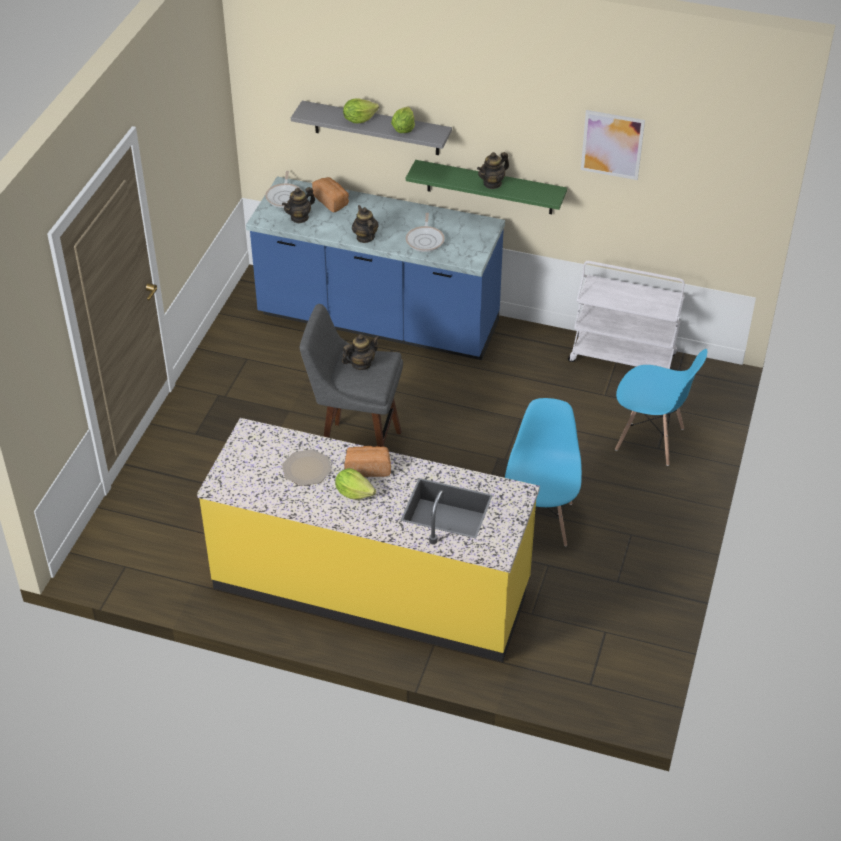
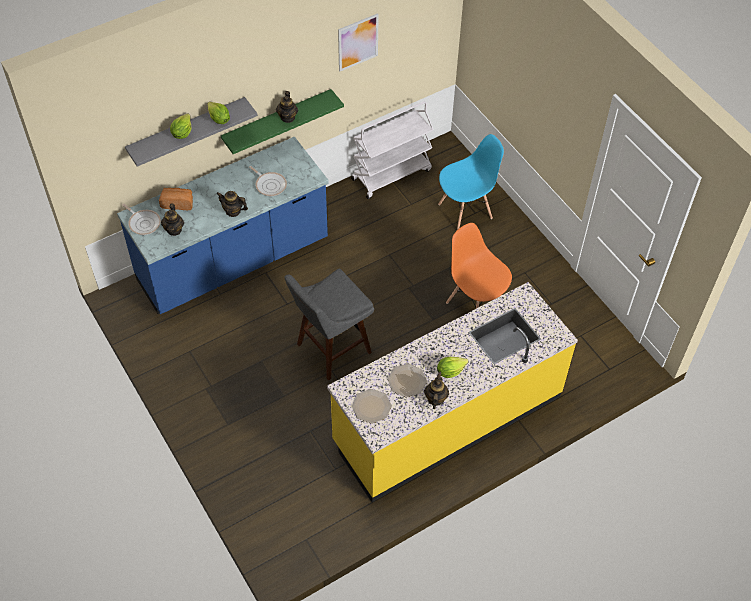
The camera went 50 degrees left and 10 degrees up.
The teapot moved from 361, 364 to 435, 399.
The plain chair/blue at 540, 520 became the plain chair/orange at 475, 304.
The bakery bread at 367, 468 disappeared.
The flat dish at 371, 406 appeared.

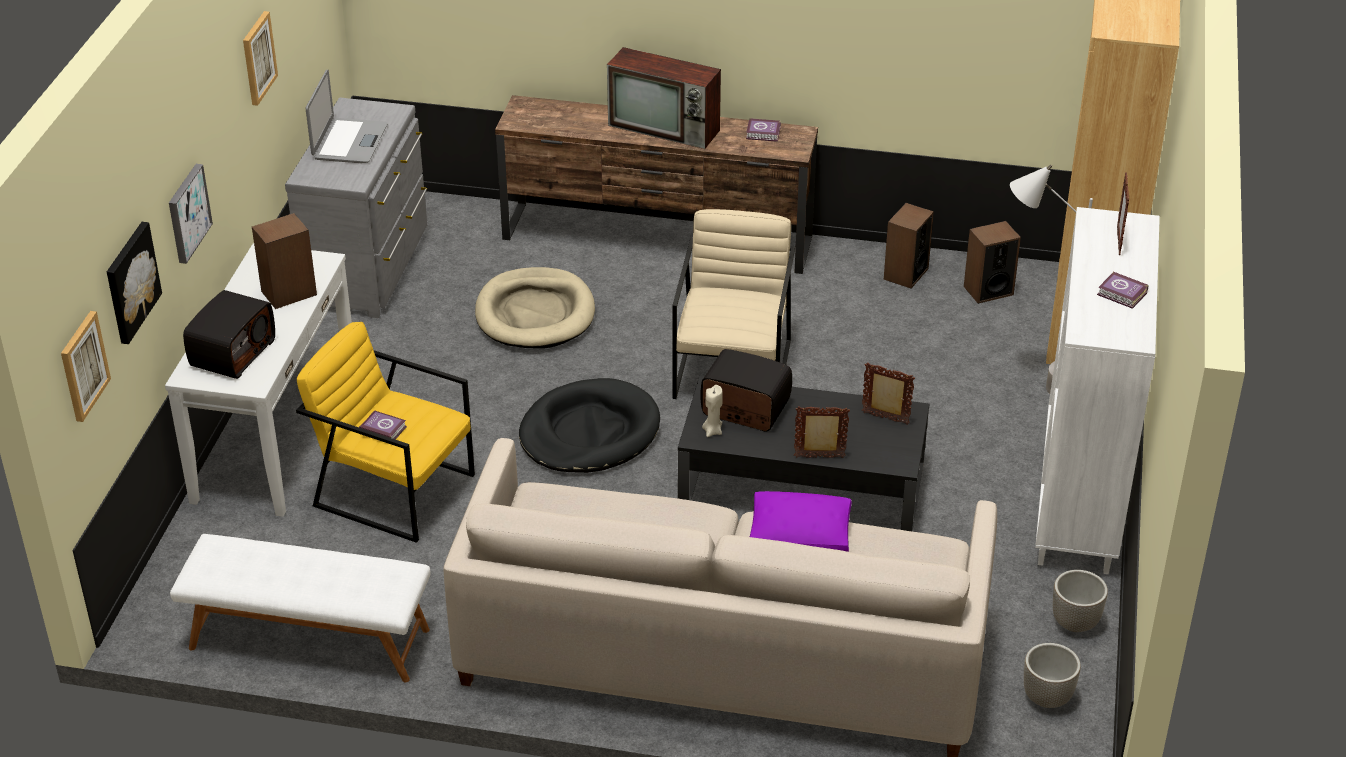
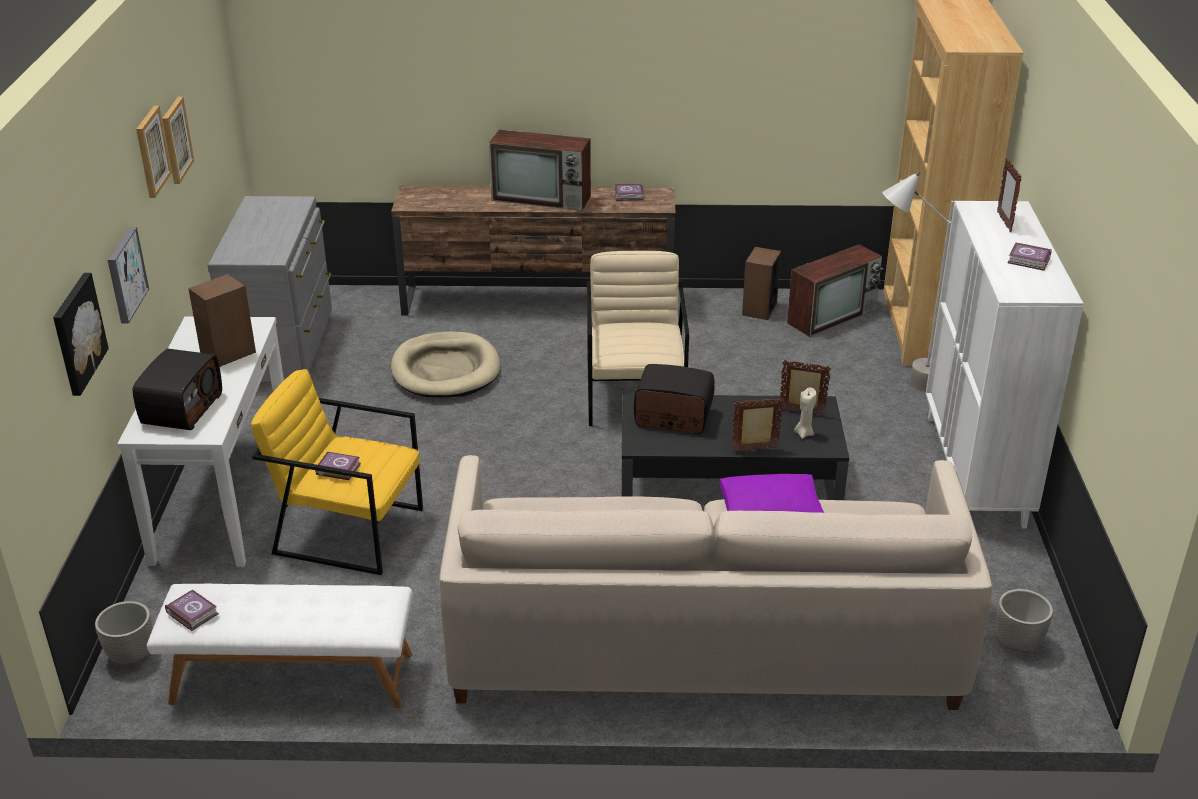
The camera went 10 degrees left and 5 degrees down.
The portable computer at 349, 142 disappeared.
The loudspeaker at 988, 290 was replaced by the TV at 832, 315.
The picture moved from 83, 366 to 151, 151.
The pet bed/black at 589, 432 disappeared.
The wax candle/beige-coloured moved from 712, 431 to 804, 433.
The flower pot moved from 1074, 623 to 131, 655.
The book at 192, 612 appeared.

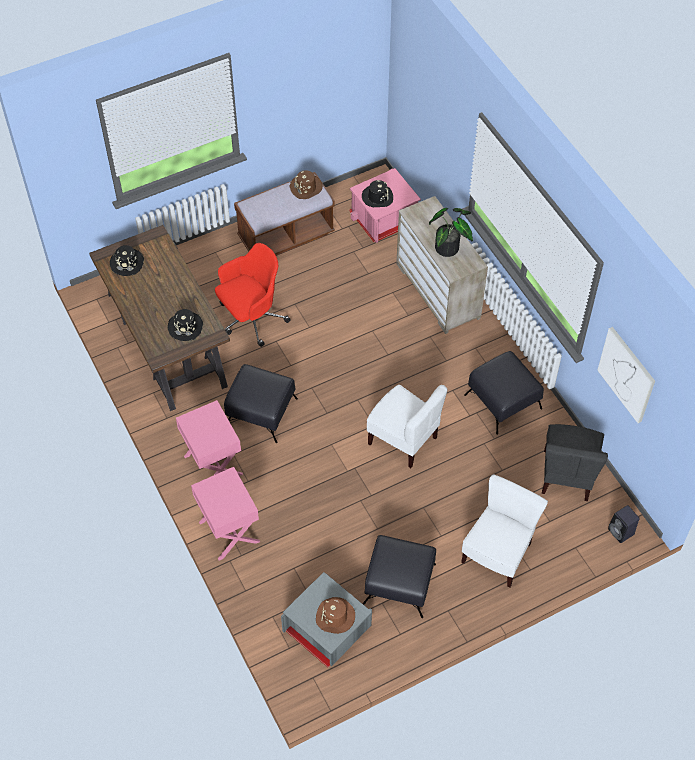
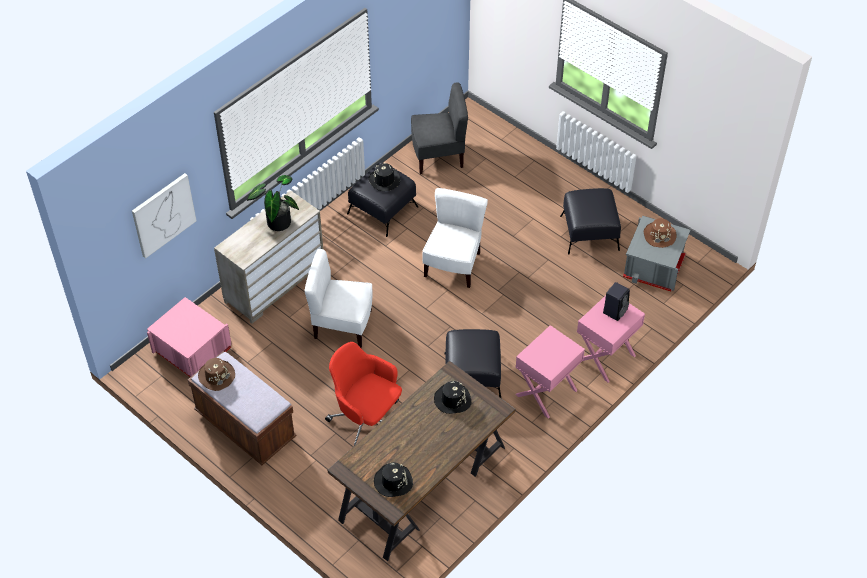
The camera went 110 degrees left and 5 degrees down.
The hat/black moved from 377, 197 to 384, 180.
The picture moved from 627, 374 to 163, 215.
The plain chair/white-coloured moved from 497, 554 to 342, 325.
The loudspeaker/black moved from 621, 532 to 615, 310.

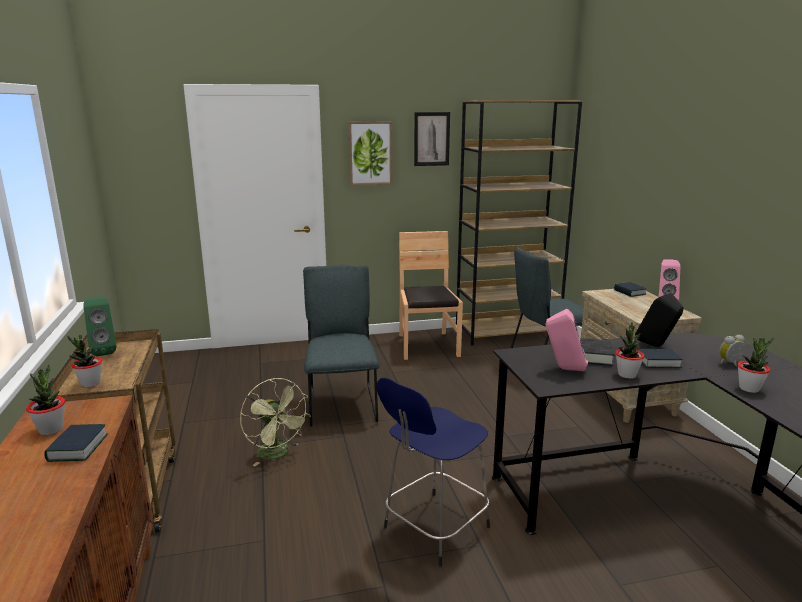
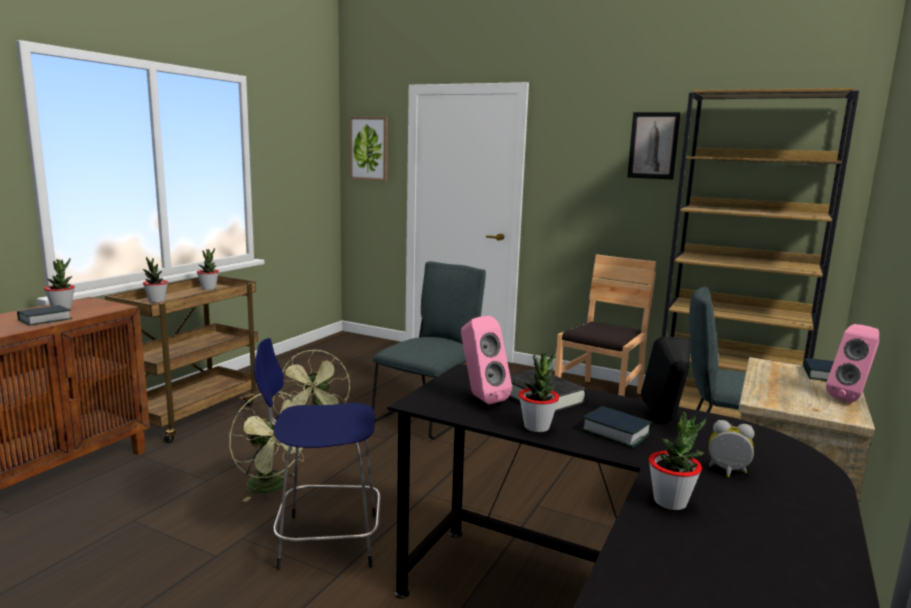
The camera went 40 degrees right and 5 degrees down.
The picture moved from 370, 153 to 369, 148.
The loudspeaker/green-coloured at 104, 351 was replaced by the houseplant at 208, 288.
The cooling fan/green-coloured at 272, 487 appeared.

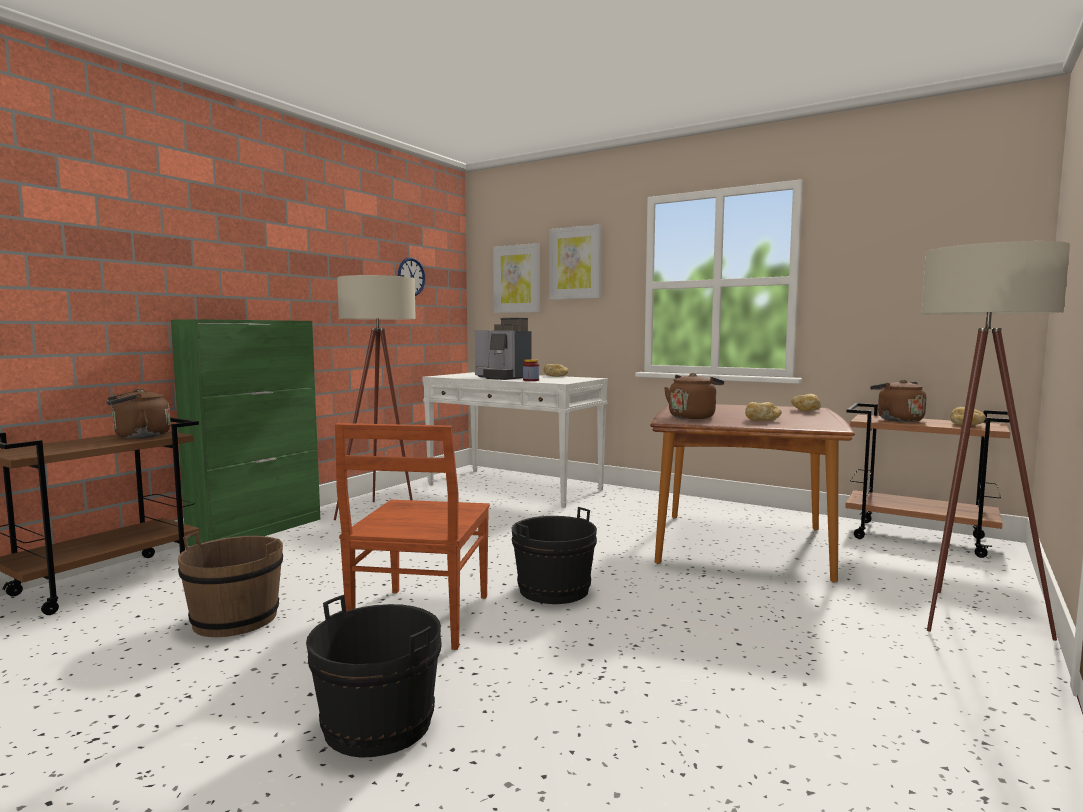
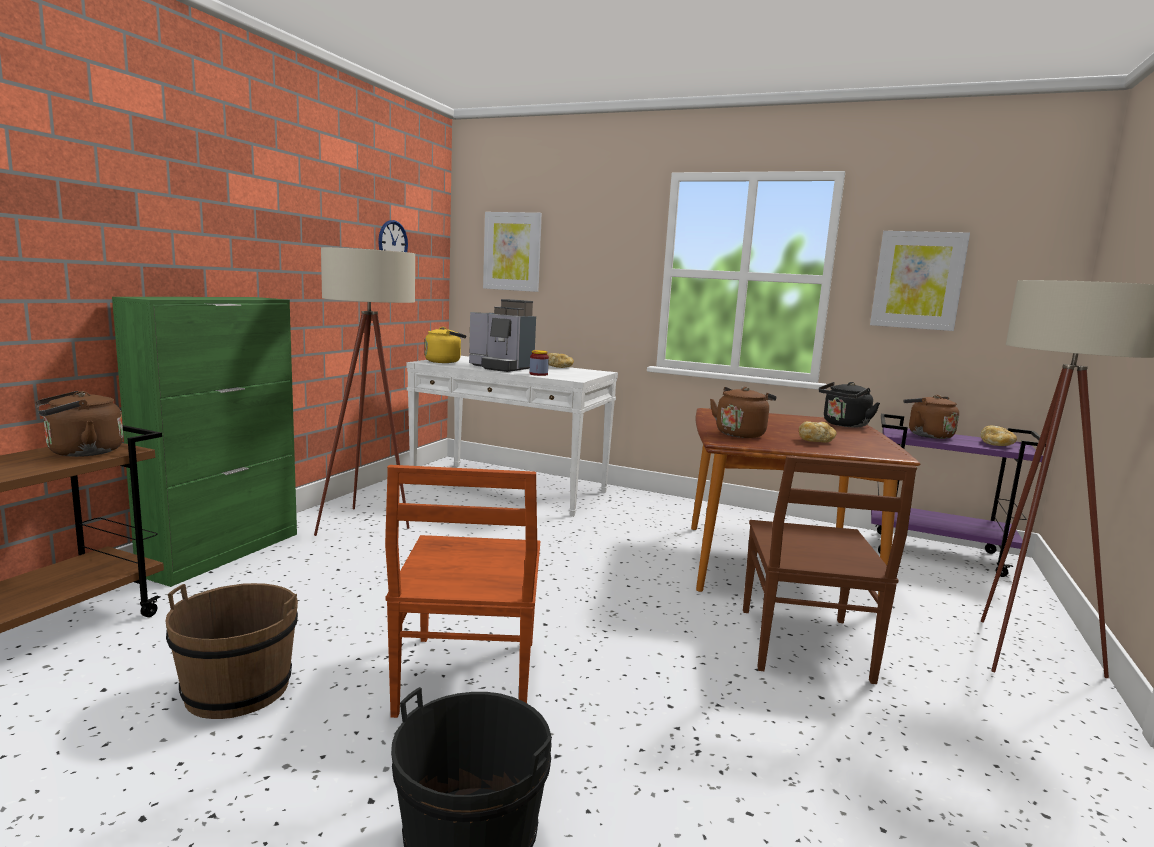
The camera went 10 degrees left and 5 degrees up.
The picture moved from 575, 263 to 917, 280.
The bakery bread at 806, 410 was replaced by the kettle/black at 844, 425.
The cart/brownish at 920, 538 became the cart/purple-coloured at 938, 553.
The bucket/black at 554, 590 disappeared.
The kettle/yellowish at 445, 361 appeared.
The plain chair/brownish at 803, 646 appeared.

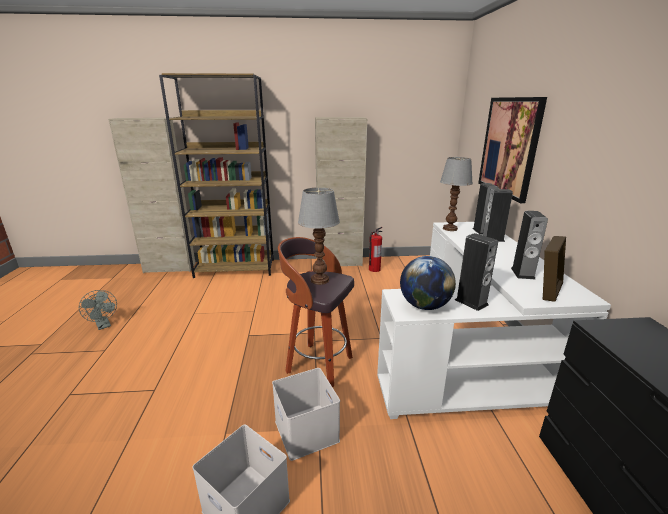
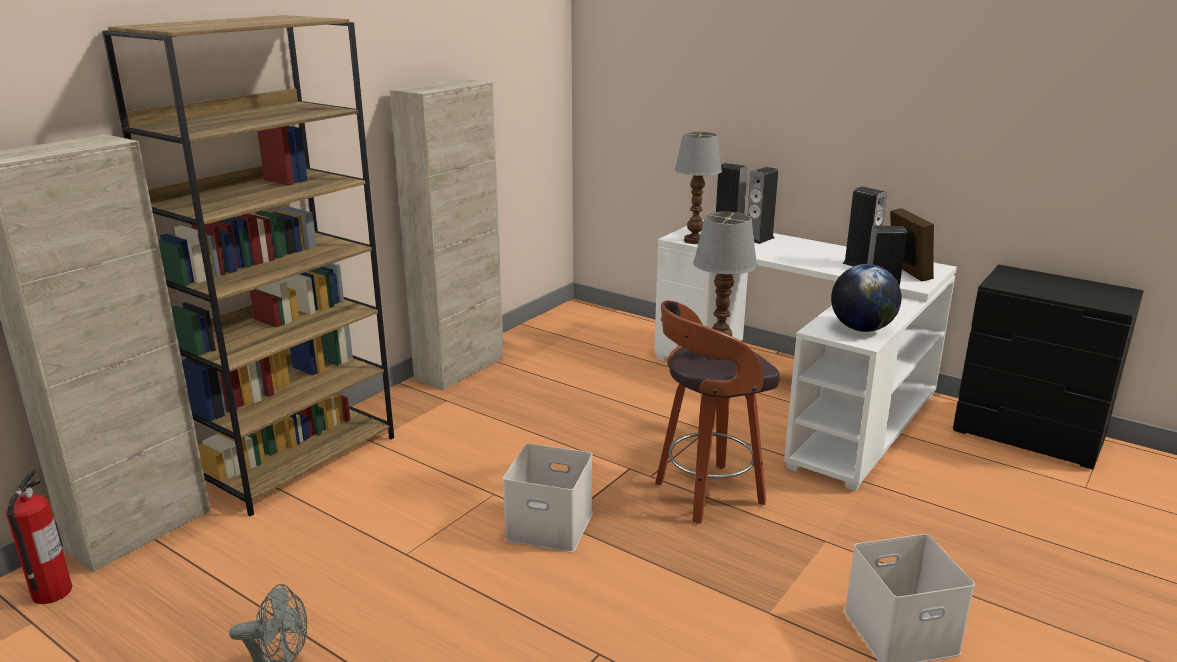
The camera went 50 degrees left and 0 degrees up.
The picture at 509, 147 disappeared.
The fire extinguisher moved from 374, 269 to 51, 593.
The storage container/white-coloured moved from 308, 431 to 551, 525.

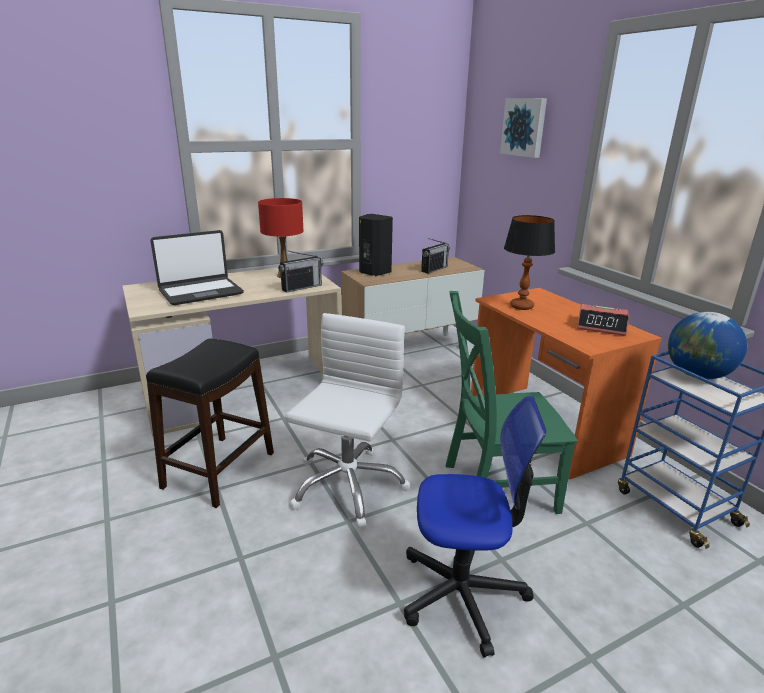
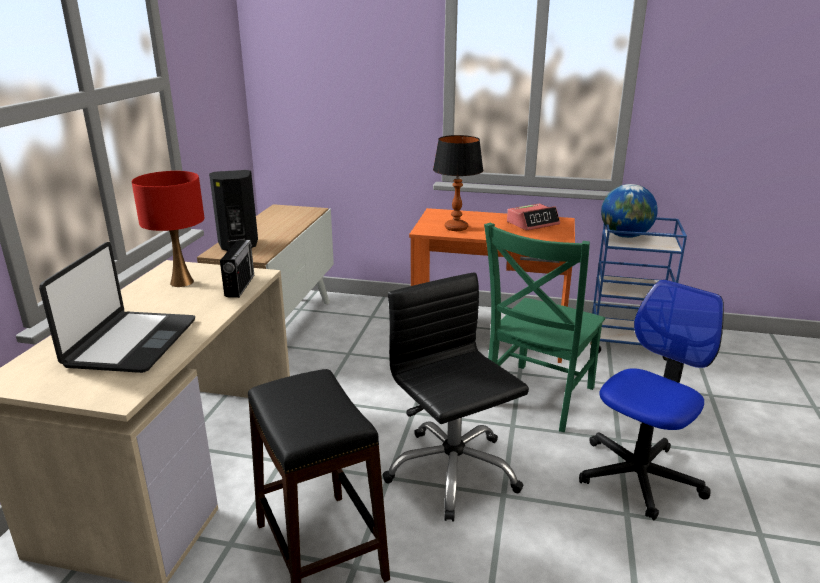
The camera went 50 degrees left and 0 degrees up.
The picture at 524, 127 disappeared.
The radio receiver at 434, 269 disappeared.
The office chair/white-coloured at 347, 485 became the office chair/black at 452, 471.

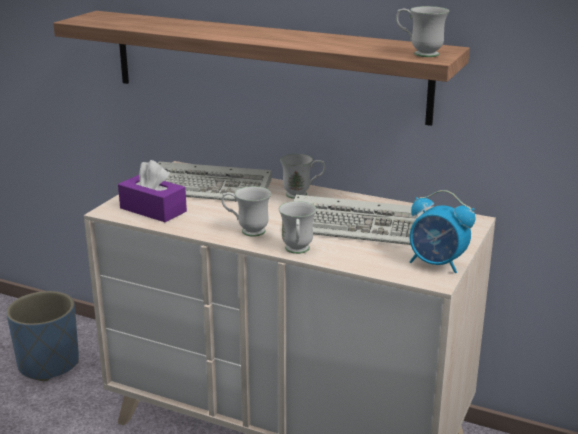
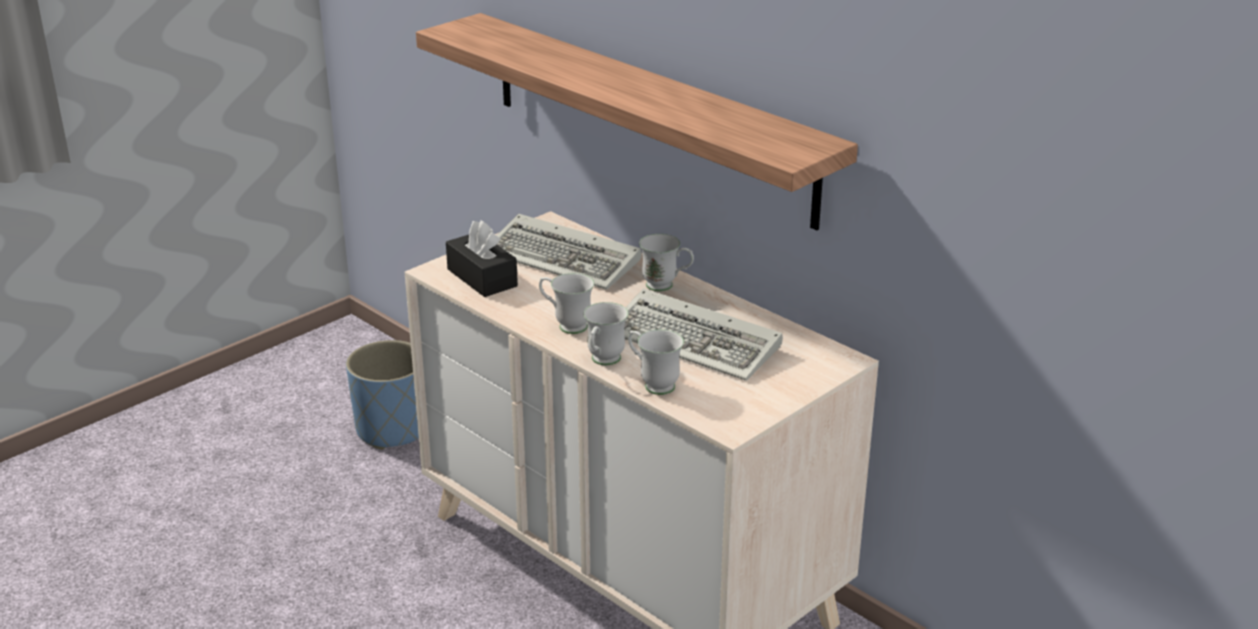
The camera went 20 degrees right and 5 degrees up.
The tea mug/white-coloured moved from 419, 53 to 653, 384.
The box of tissues/purple-coloured at 153, 210 became the box of tissues/black at 482, 278.
The bedside clock at 437, 264 disappeared.

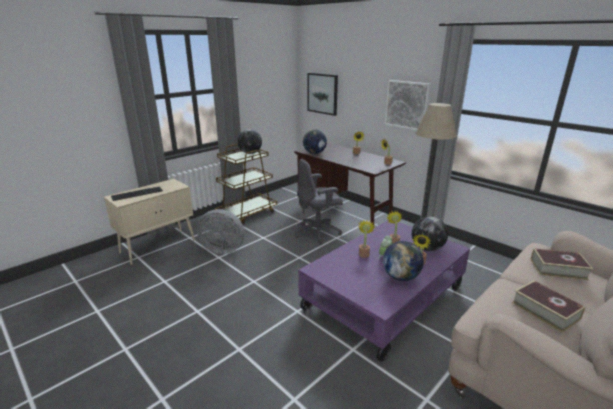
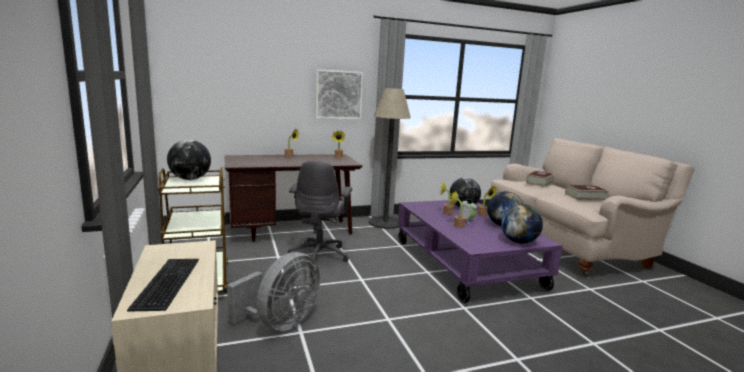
The camera went 65 degrees left and 10 degrees down.
The picture at 322, 93 disappeared.
The globe moved from 314, 153 to 519, 242.

